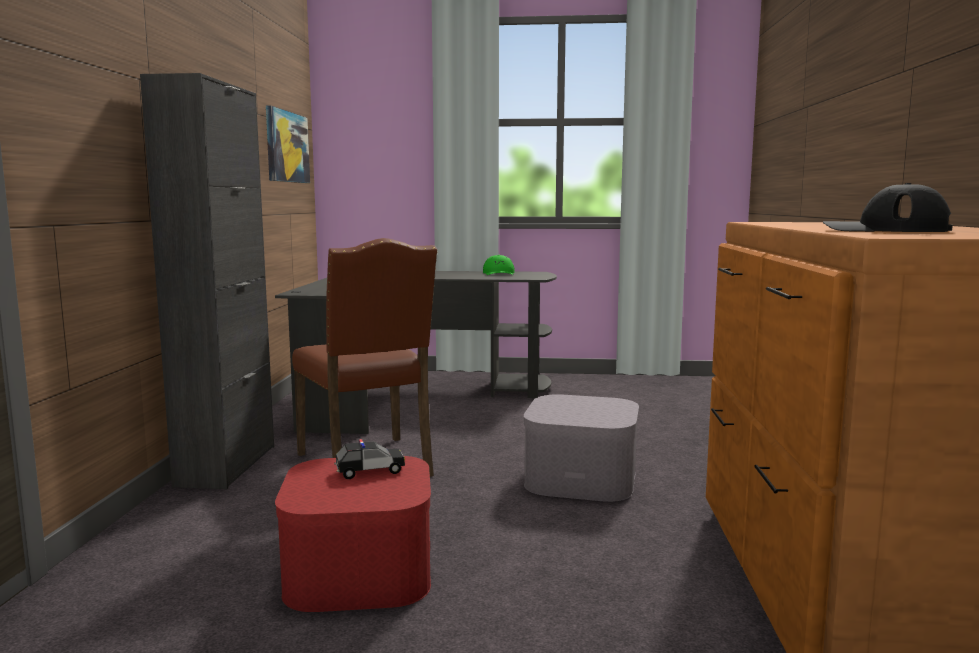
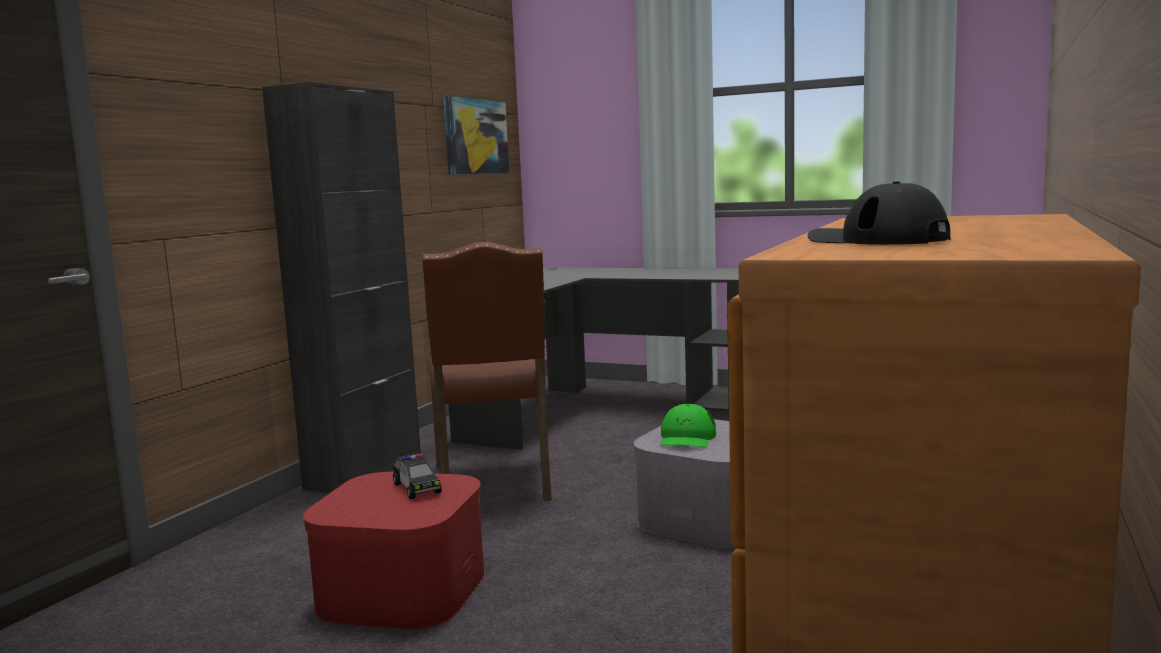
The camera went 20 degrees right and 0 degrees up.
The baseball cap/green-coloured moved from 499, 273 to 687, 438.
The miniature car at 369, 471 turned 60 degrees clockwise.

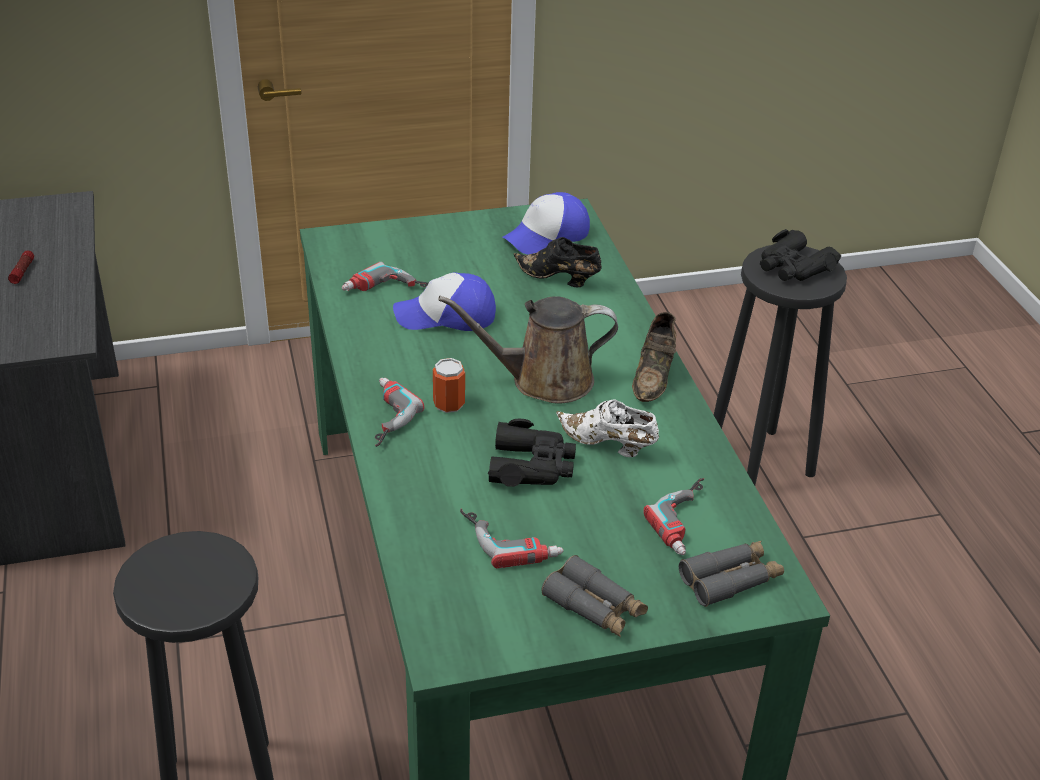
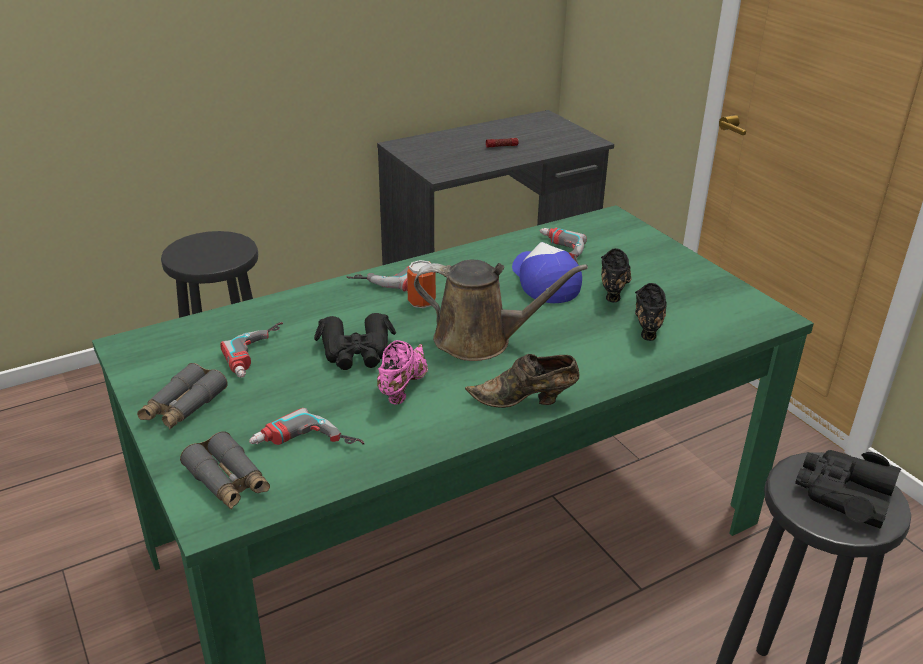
The camera went 75 degrees right and 5 degrees down.
The baseball cap at 547, 235 disappeared.
The watering pot/brownish at 543, 380 turned 120 degrees clockwise.
The item of footwear/white-coloured at 608, 445 became the item of footwear/pinkish at 402, 387.
The item of footwear/black at 613, 290 appeared.

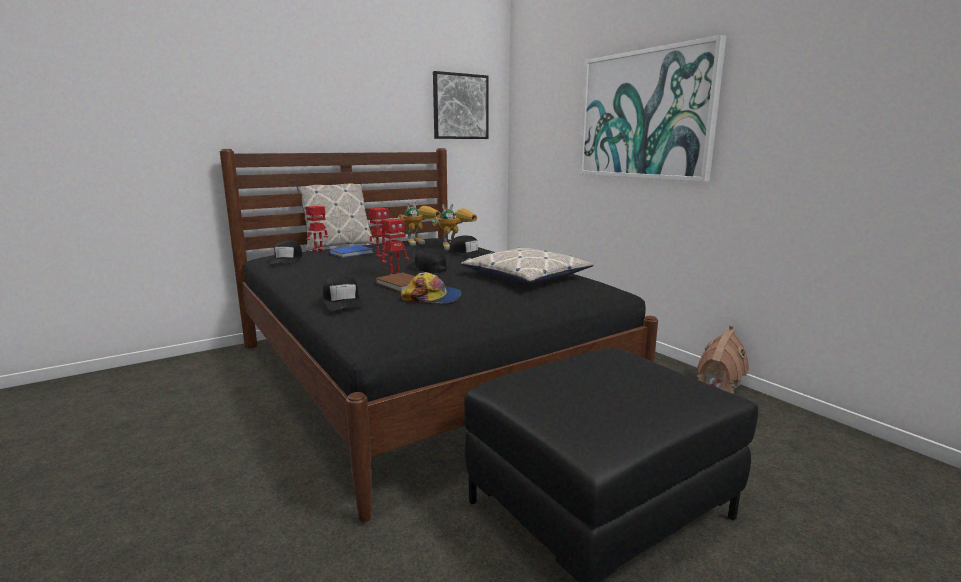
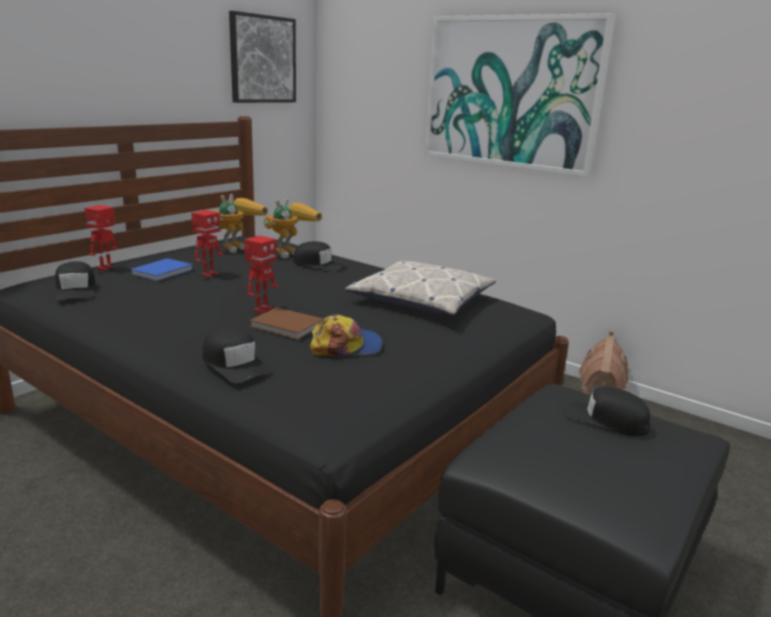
The camera went 20 degrees left and 5 degrees up.
The throw pillow at 337, 245 disappeared.
The baseball cap/black moved from 426, 268 to 606, 420.

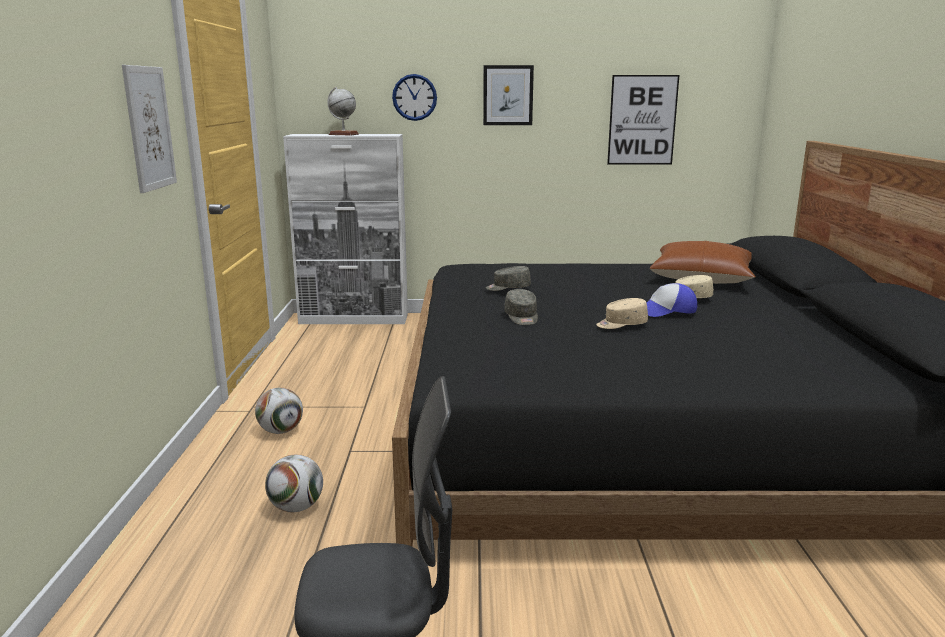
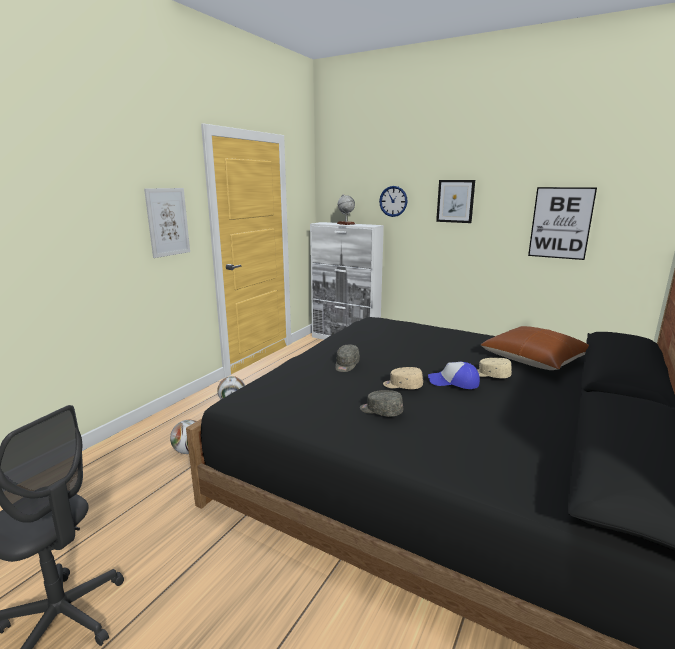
The camera went 30 degrees right and 0 degrees up.
The baseball cap/gray moved from 508, 288 to 380, 411.

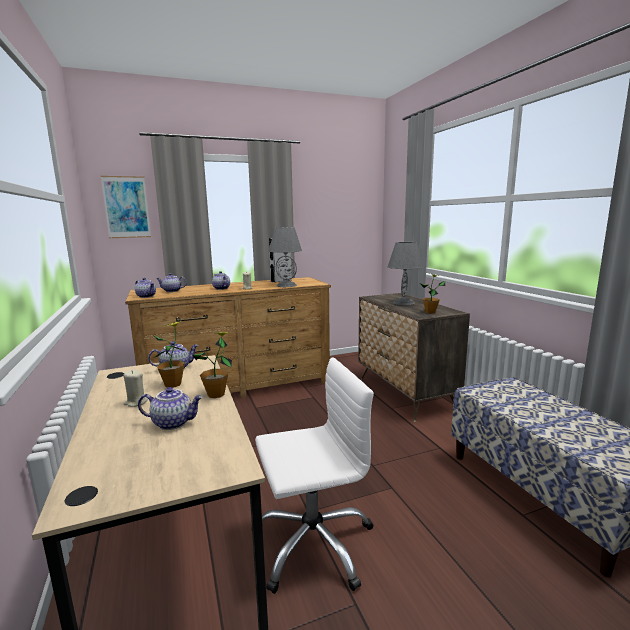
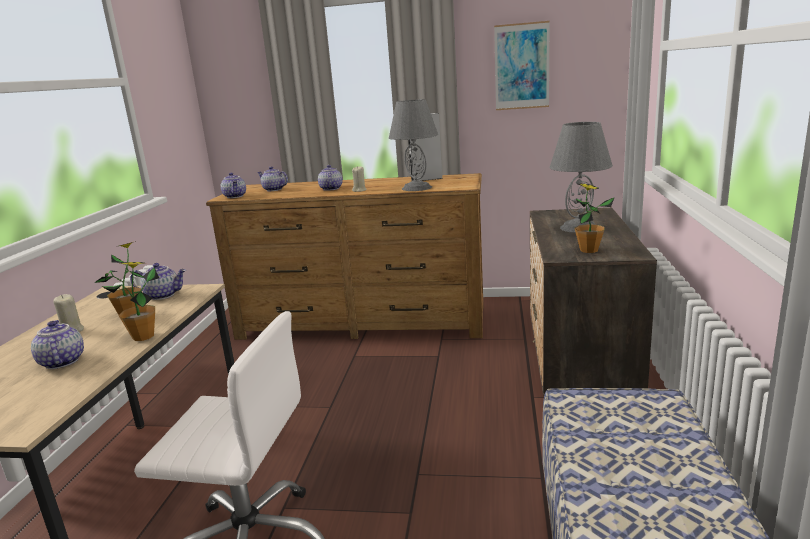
The camera went 30 degrees right and 5 degrees up.
The picture moved from 126, 207 to 521, 66.
The teapot at 173, 423 turned 150 degrees counterclockwise.

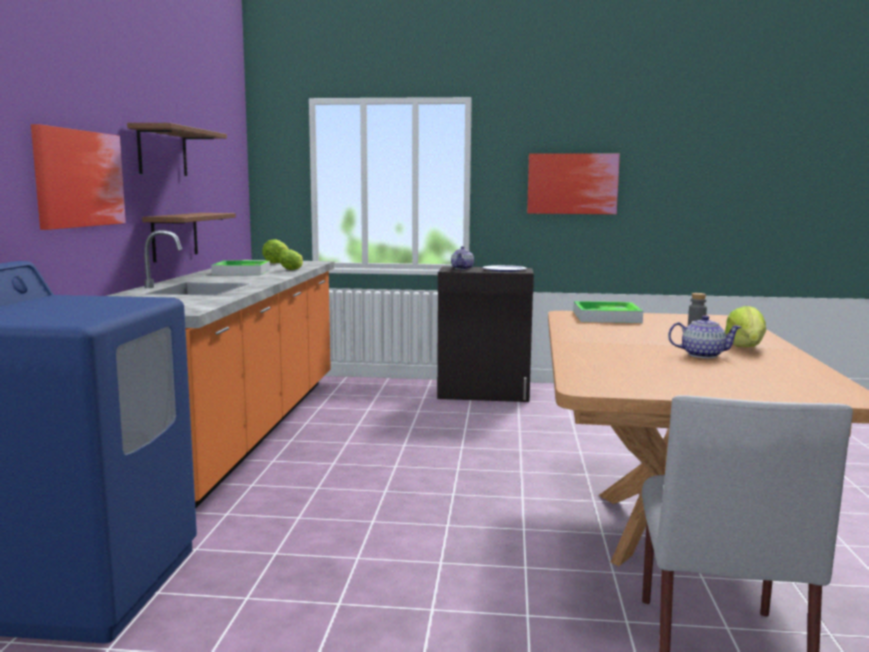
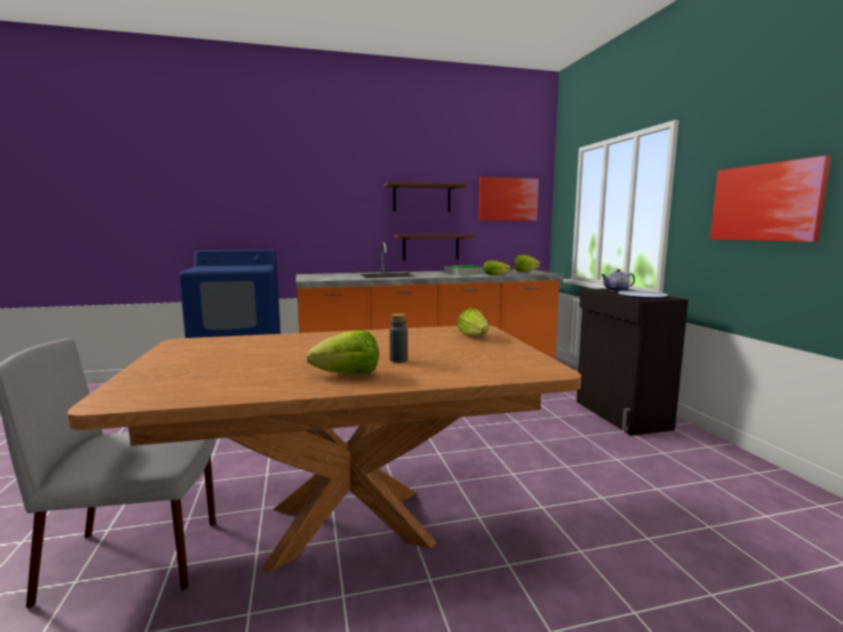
The camera went 70 degrees right and 0 degrees up.
The picture moved from 79, 178 to 508, 199.
The tray at 606, 317 was replaced by the lettuce at 474, 336.
The teapot at 702, 355 disappeared.

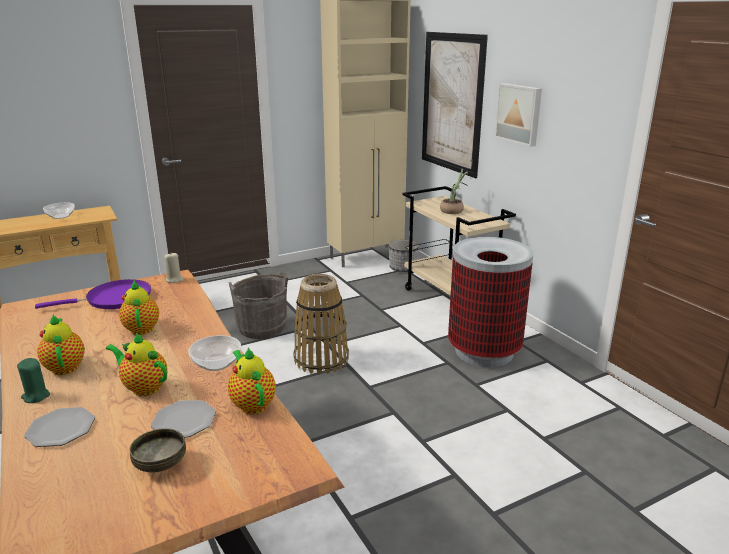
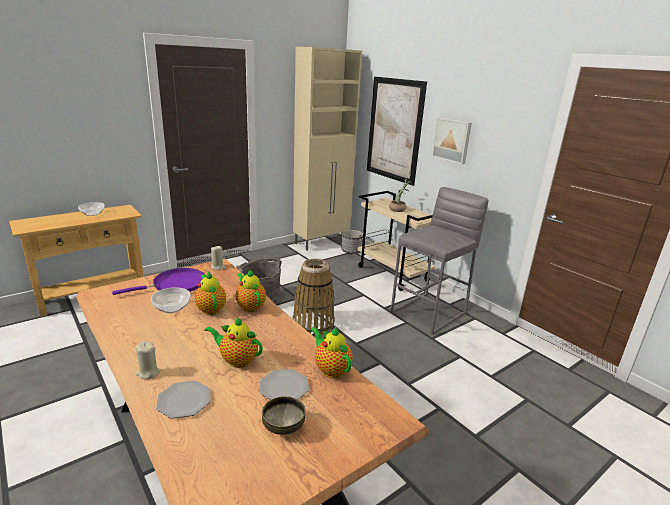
The camera went 10 degrees left and 0 degrees up.
The waste bin at 484, 351 was replaced by the sitting stool/gray at 429, 313.
The teapot moved from 65, 366 to 250, 306.
The deep dish moved from 216, 363 to 172, 307.
The wax candle/green-coloured at 36, 396 became the wax candle/beige-coloured at 148, 373.

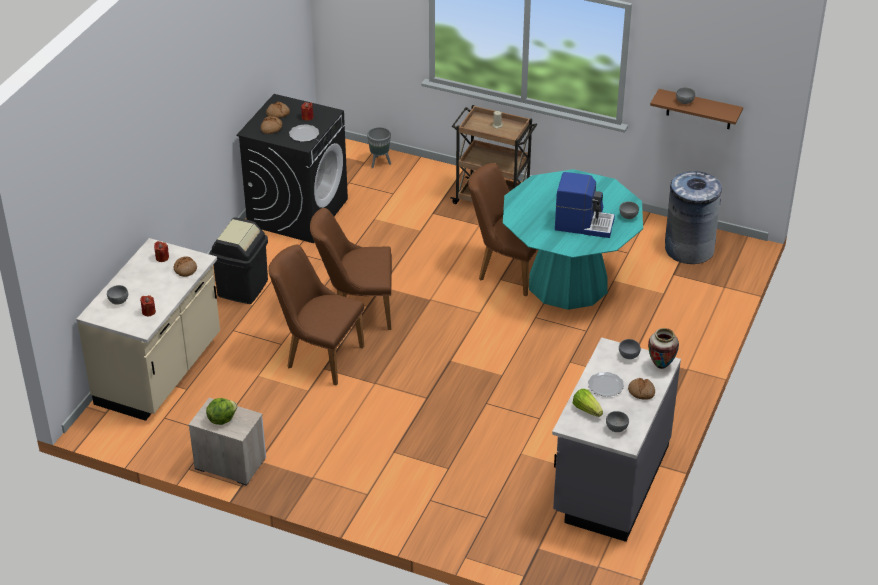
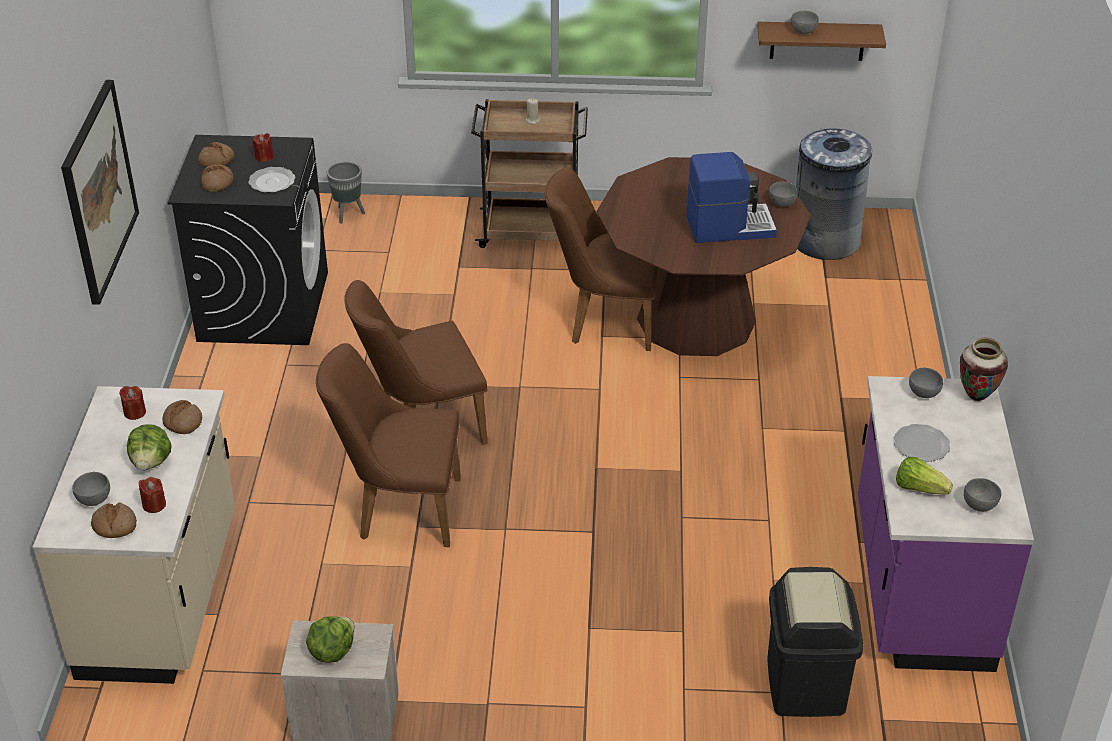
The camera went 20 degrees left and 0 degrees up.
The kitchen table/turquoise-coloured at 568, 283 became the kitchen table/brownish at 696, 319.
The waste bin/black moved from 242, 288 to 804, 686.
The counter/gray at 610, 481 became the counter/purple-coloured at 919, 586.
The bakery bread moved from 641, 392 to 114, 526.
The picture at 98, 191 appeared.
The lettuce at 151, 462 appeared.

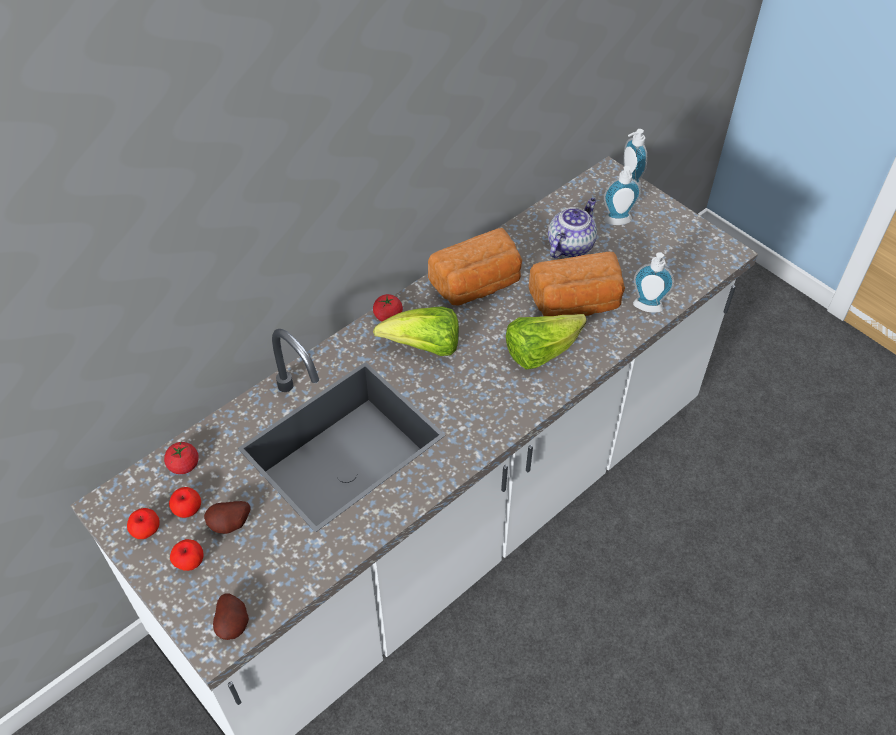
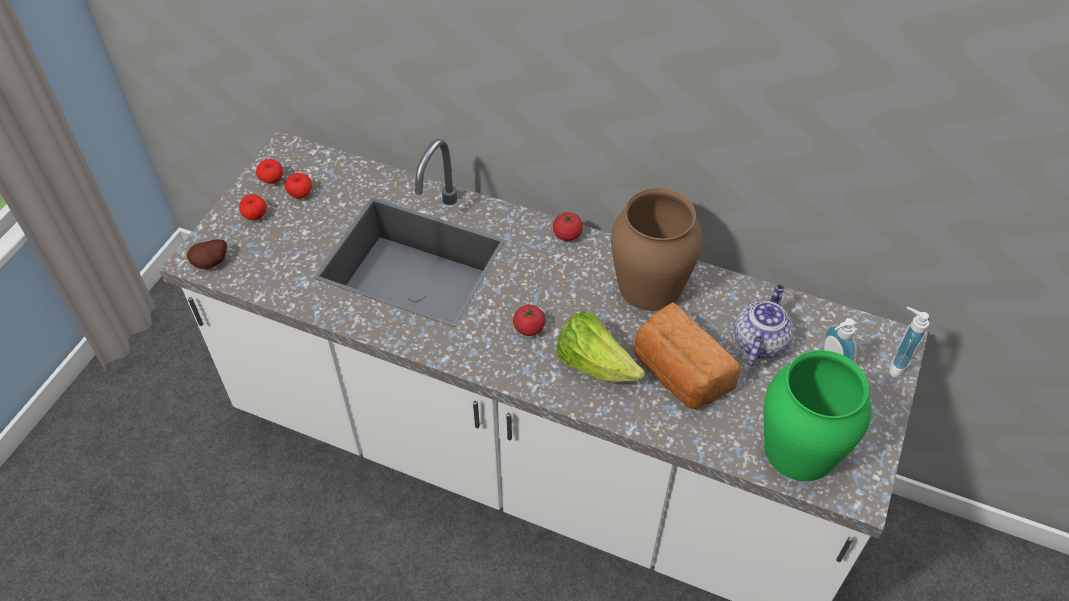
The camera went 65 degrees right and 0 degrees up.
The teapot at 570, 245 turned 75 degrees counterclockwise.
The bakery bread at 477, 285 was replaced by the flower vase/brownish at 649, 285.
The soap bottle at 647, 309 disappeared.
The lettuce at 424, 347 disappeared.
The fresh tomato moved from 184, 465 to 529, 328.
The whole potato at 230, 525 disappeared.
The flower vase/green-coloured at 799, 449 appeared.

